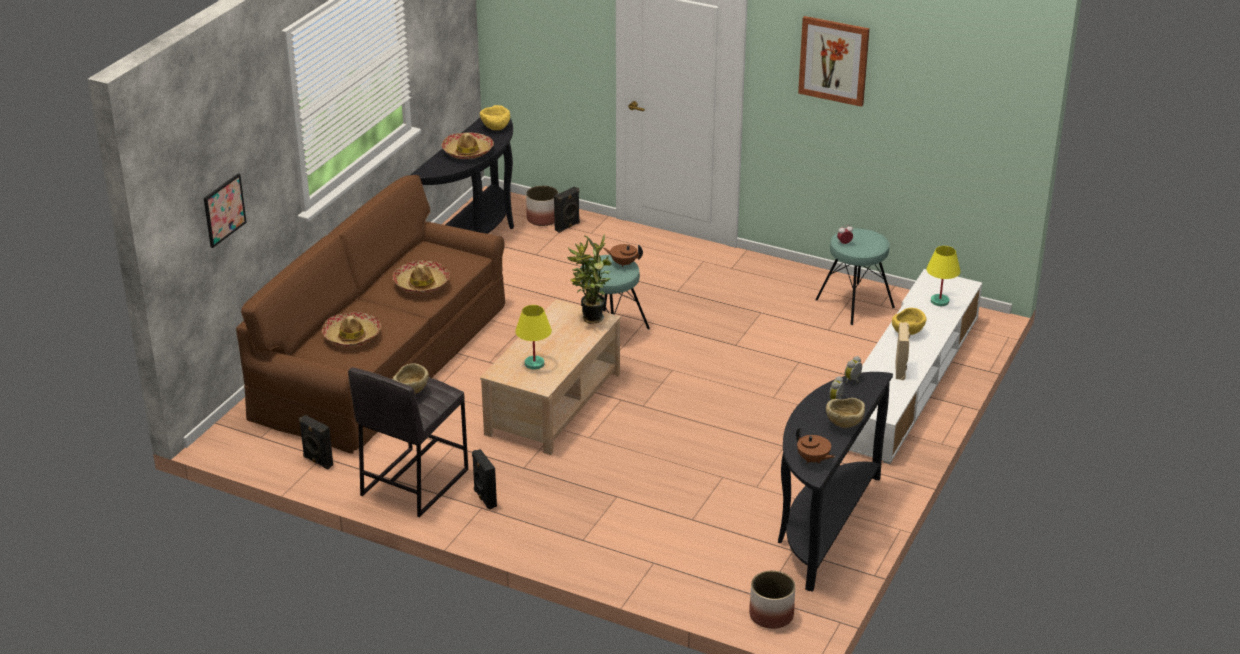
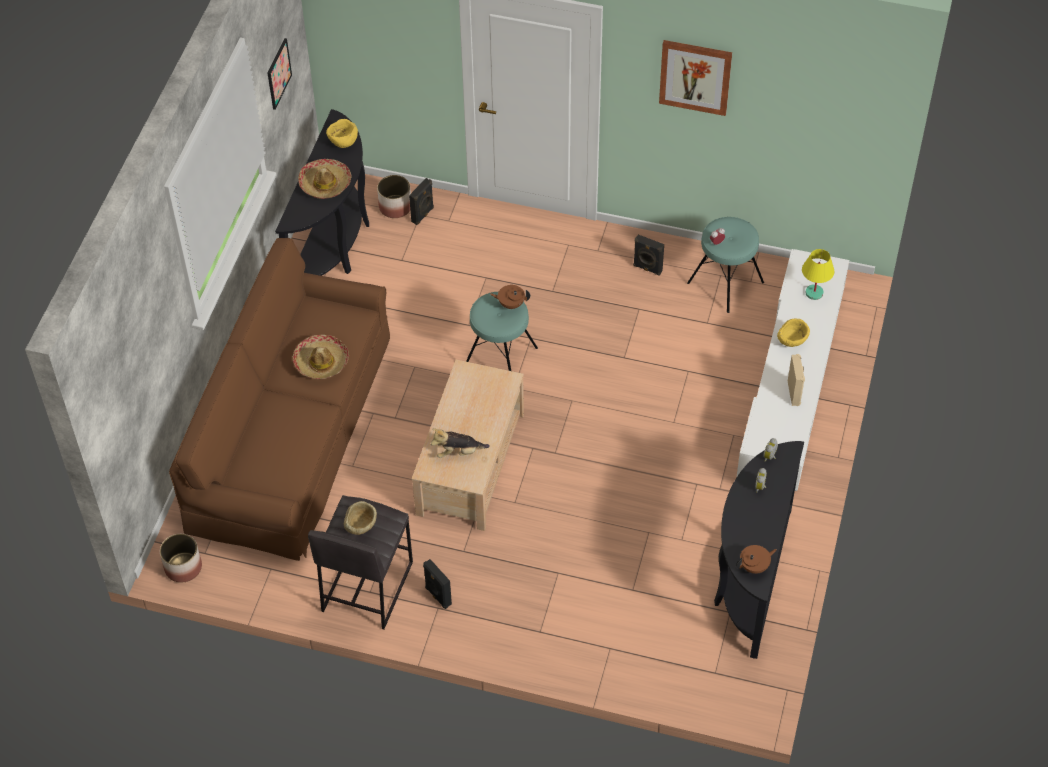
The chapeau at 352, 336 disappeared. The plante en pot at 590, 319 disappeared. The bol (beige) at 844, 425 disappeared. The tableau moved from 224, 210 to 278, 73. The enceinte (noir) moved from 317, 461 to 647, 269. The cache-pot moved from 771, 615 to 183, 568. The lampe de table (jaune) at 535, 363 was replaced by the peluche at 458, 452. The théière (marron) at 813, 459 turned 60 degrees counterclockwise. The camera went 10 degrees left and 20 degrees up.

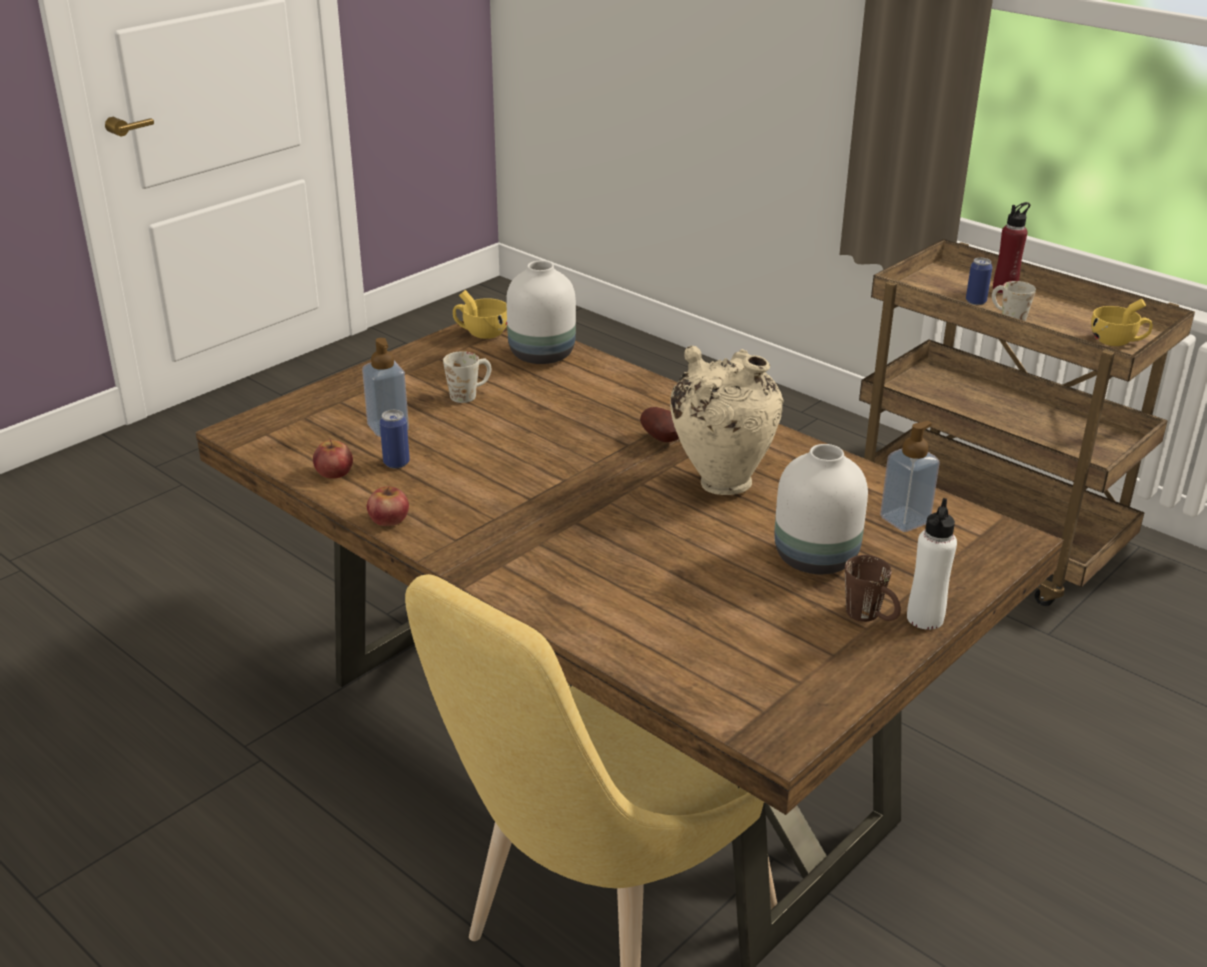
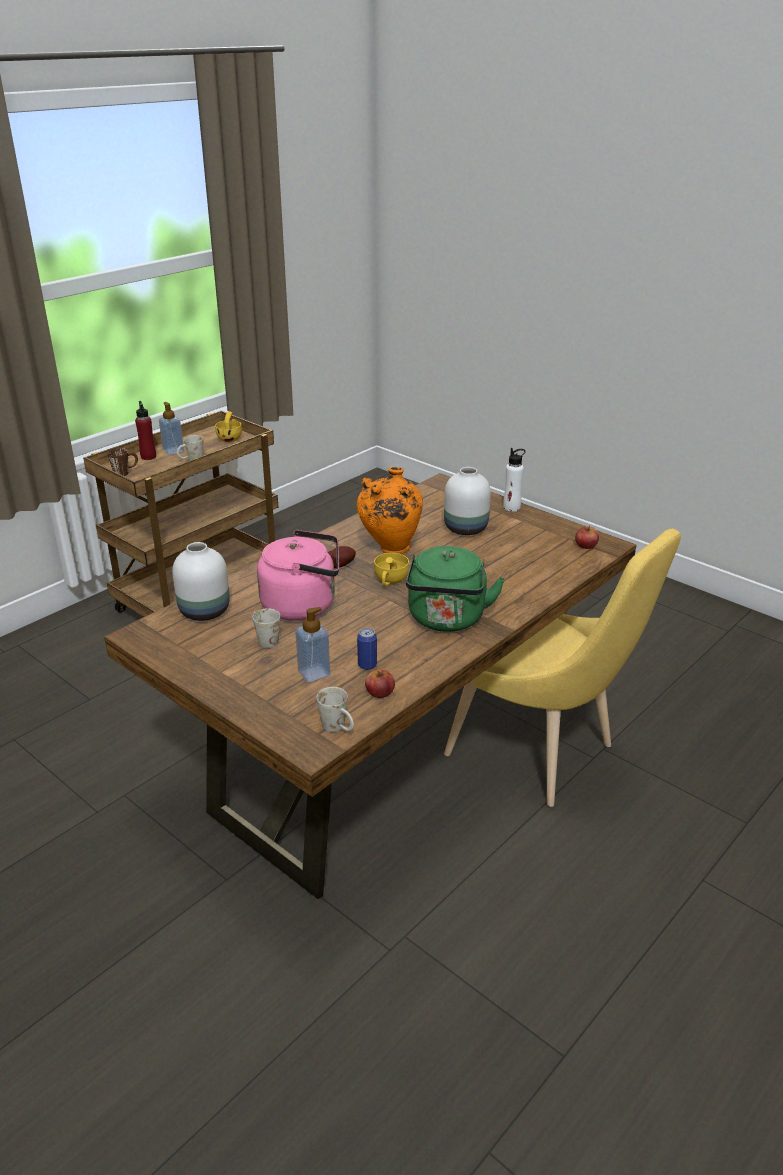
The boîte métallique at 975, 301 disappeared. The bouilloire (rose) at 303, 605 appeared. The mug (blanc) at 338, 728 appeared. The bouilloire (vert) at 447, 620 appeared. The pomme moved from 389, 519 to 586, 545. The tasse (jaune) moved from 481, 333 to 390, 581. The mug (marron) moved from 871, 617 to 125, 472. The distributeur de savon moved from 904, 520 to 173, 451. The vase (beige) at 721, 481 became the vase (orange) at 390, 550. The camera went 90 degrees left and 0 degrees up.

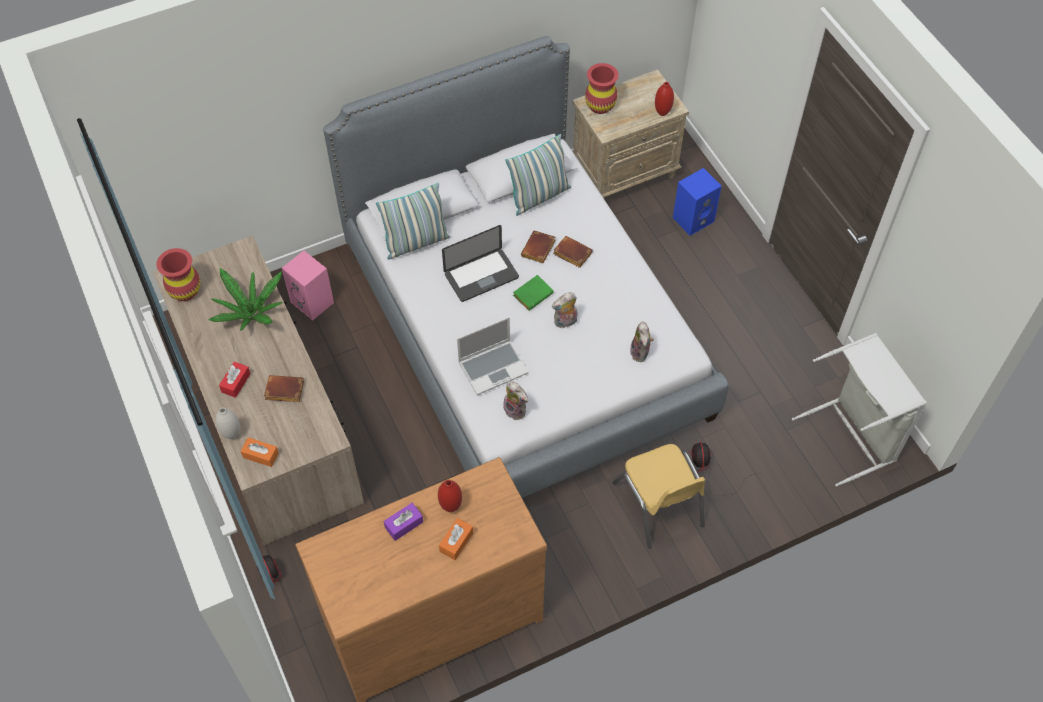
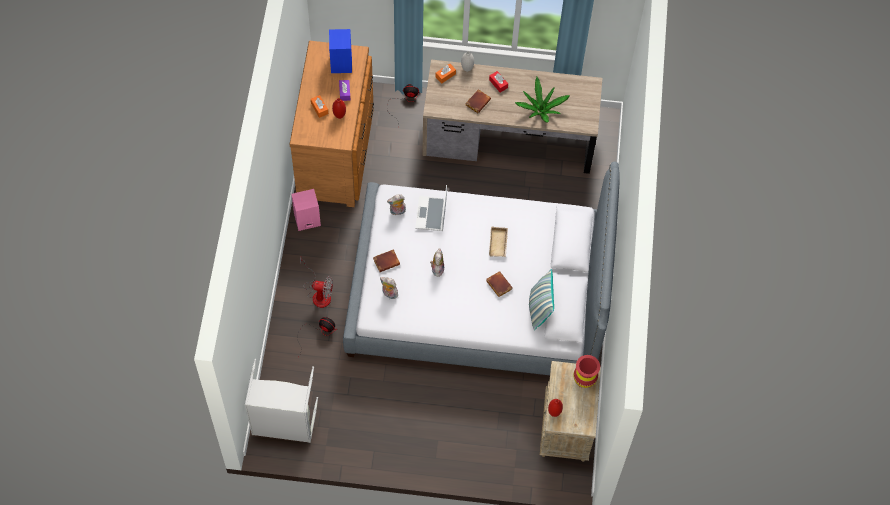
The vase (rouge) at 185, 291 disappeared. The coussin at 416, 242 disappeared. The livre (vert) at 533, 294 disappeared. The enceinte (rose) moved from 313, 302 to 306, 220. The livre (marron) moved from 571, 254 to 386, 261. The enceinte (bleu) moved from 693, 218 to 342, 63. The ordinateur portable at 481, 276 was replaced by the plateau (beige) at 499, 244. The chaise (jaune) at 658, 504 was replaced by the ventilateur at 318, 293. The camera went 120 degrees right and 5 degrees up.

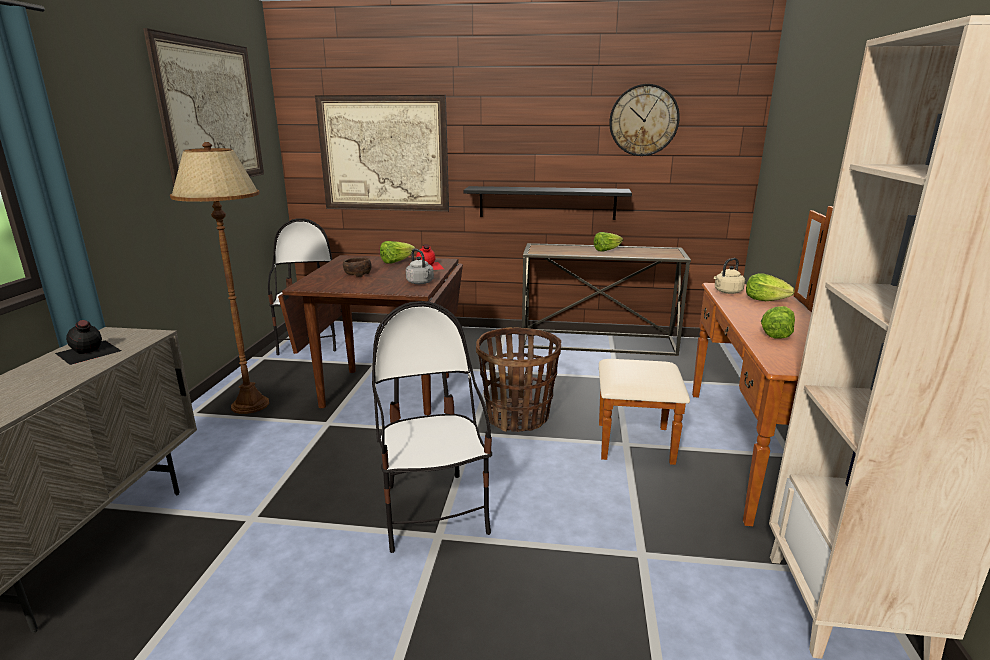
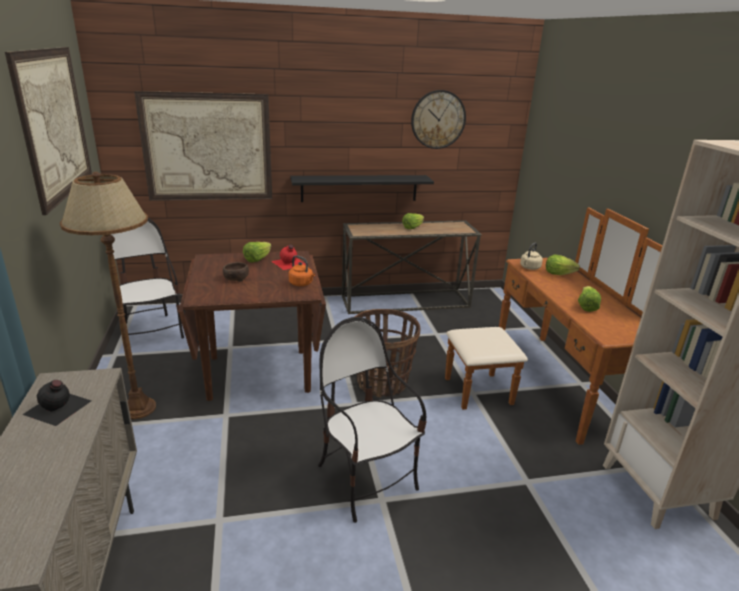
The bouilloire (gris) at 421, 283 became the bouilloire (orange) at 302, 284. The camera went 20 degrees left and 5 degrees up.

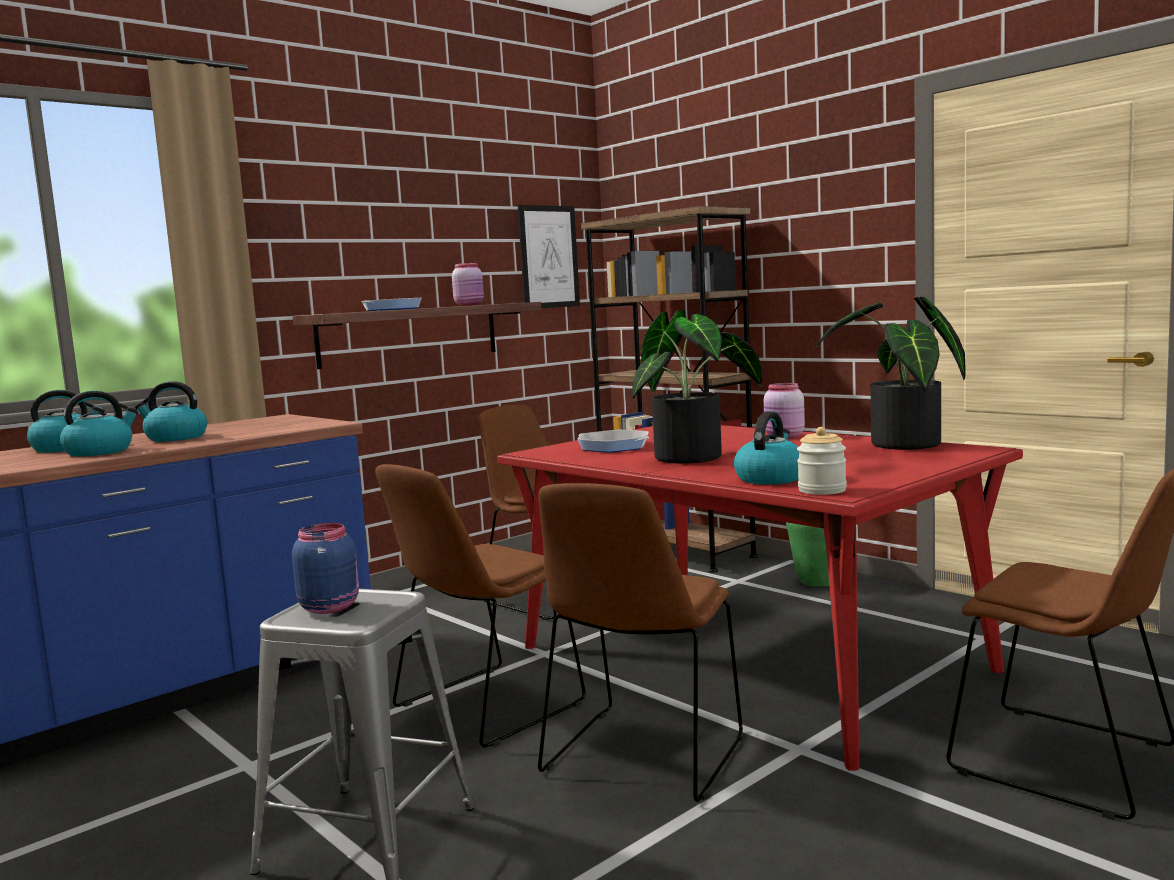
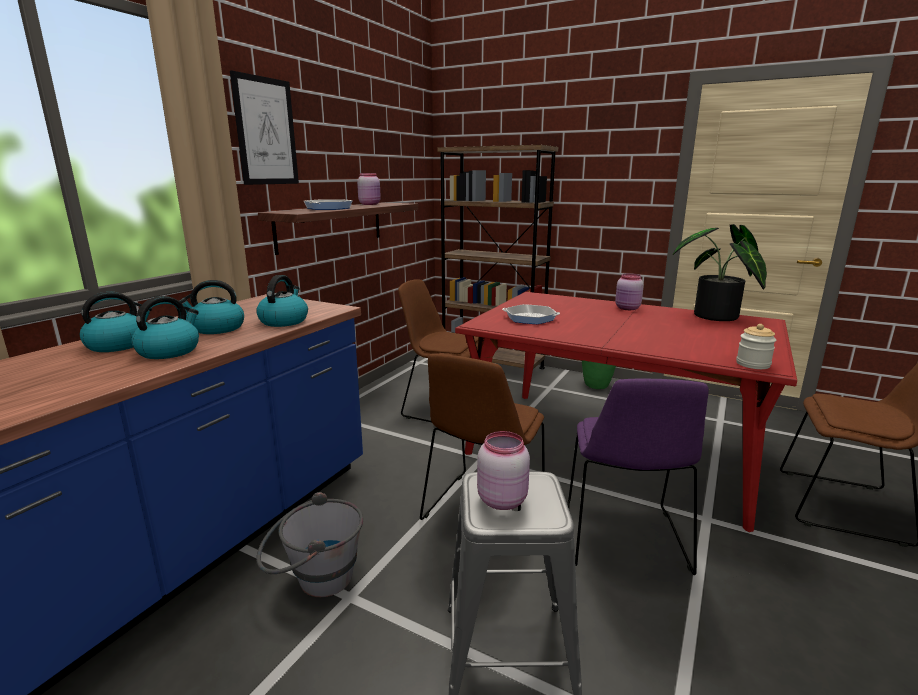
The plante en pot at 697, 458 disappeared. The seau (gris) at 314, 580 appeared. The tableau moved from 548, 257 to 266, 131. The bouilloire moved from 770, 478 to 284, 321. The bocal (bleu) at 330, 607 became the bocal (rose) at 502, 499. The chaise (marron) at 642, 757 became the chaise (violet) at 624, 541. The camera went 20 degrees left and 10 degrees up.

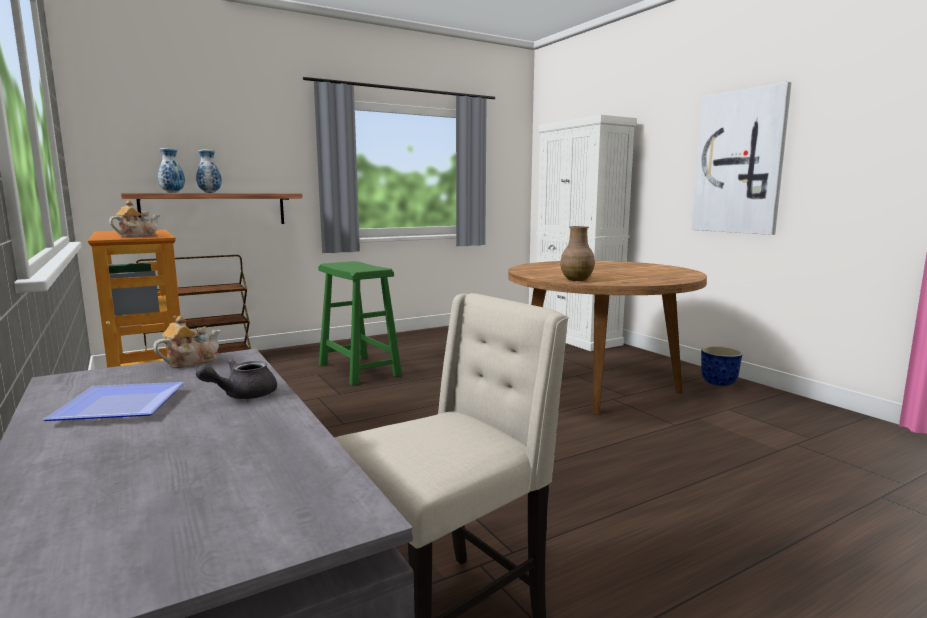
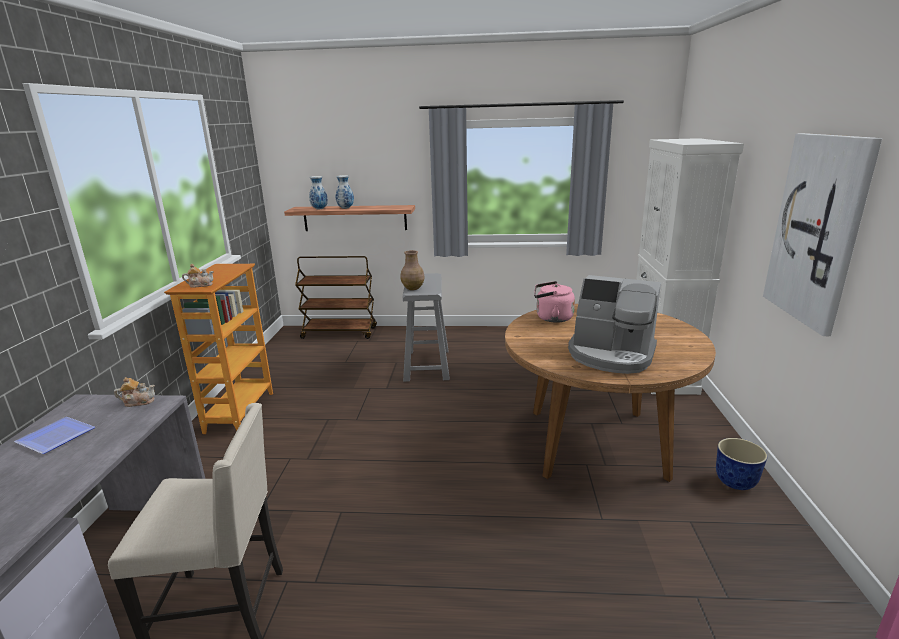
The théière (gris) at 242, 395 disappeared. The bouilloire (rose) at 551, 318 appeared. The machine à café at 611, 355 appeared. The vase (marron) moved from 576, 279 to 413, 288. The tabouret (vert) at 359, 370 became the tabouret (gris) at 427, 365. The camera went 35 degrees right and 10 degrees up.

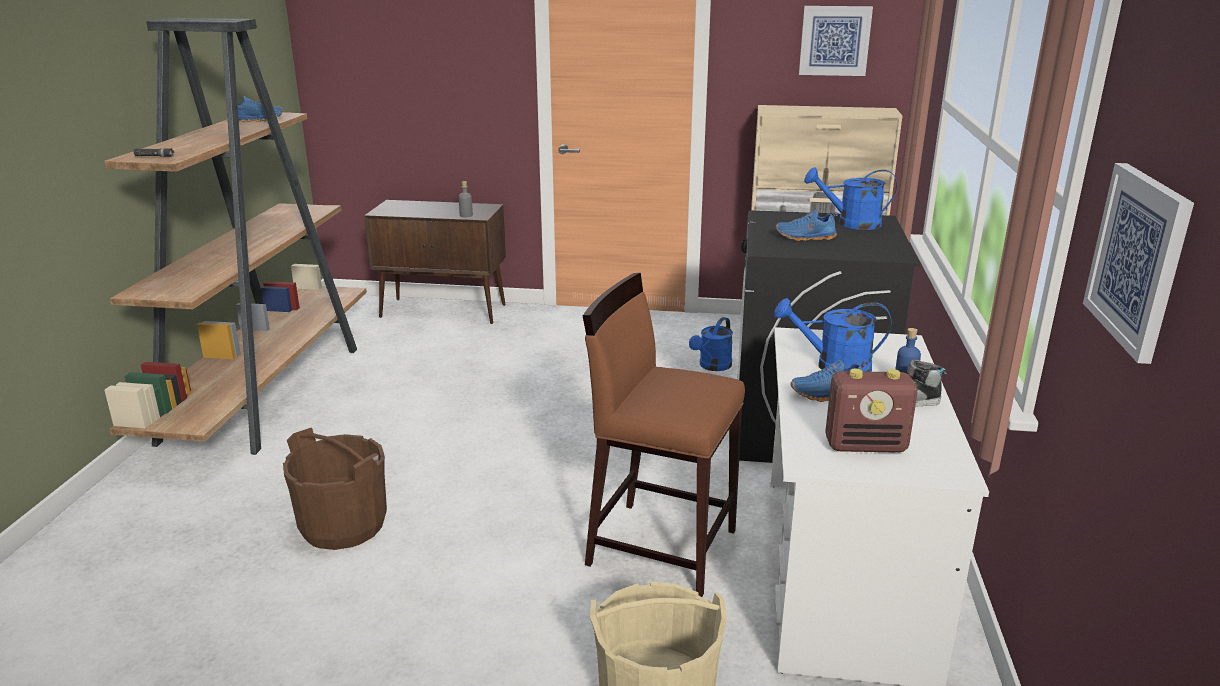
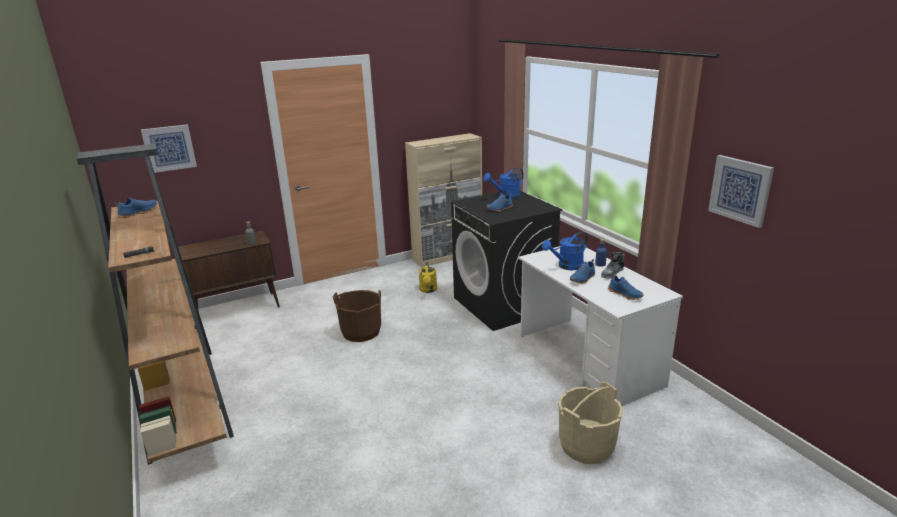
The tabouret (marron) at 661, 546 disappeared. The seau (marron) moved from 344, 525 to 361, 332. The tableau moved from 834, 40 to 169, 148. The radio at 866, 446 was replaced by the chaussure (bleu) at 625, 294. The arrosoir (bleu) at 712, 366 became the arrosoir (jaune) at 428, 290. The camera went 35 degrees left and 0 degrees up.

